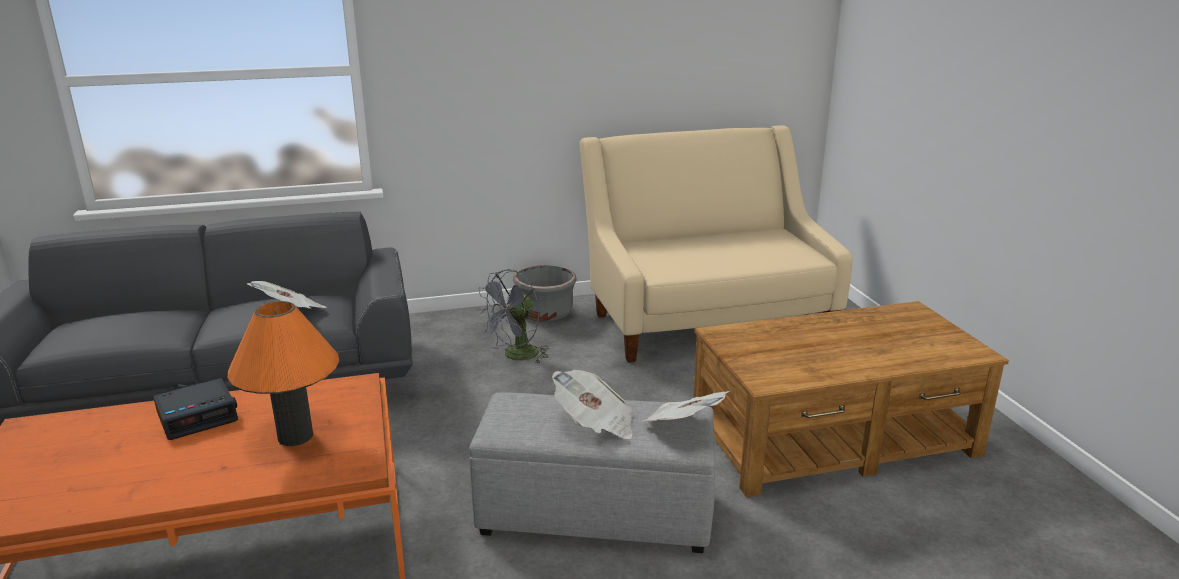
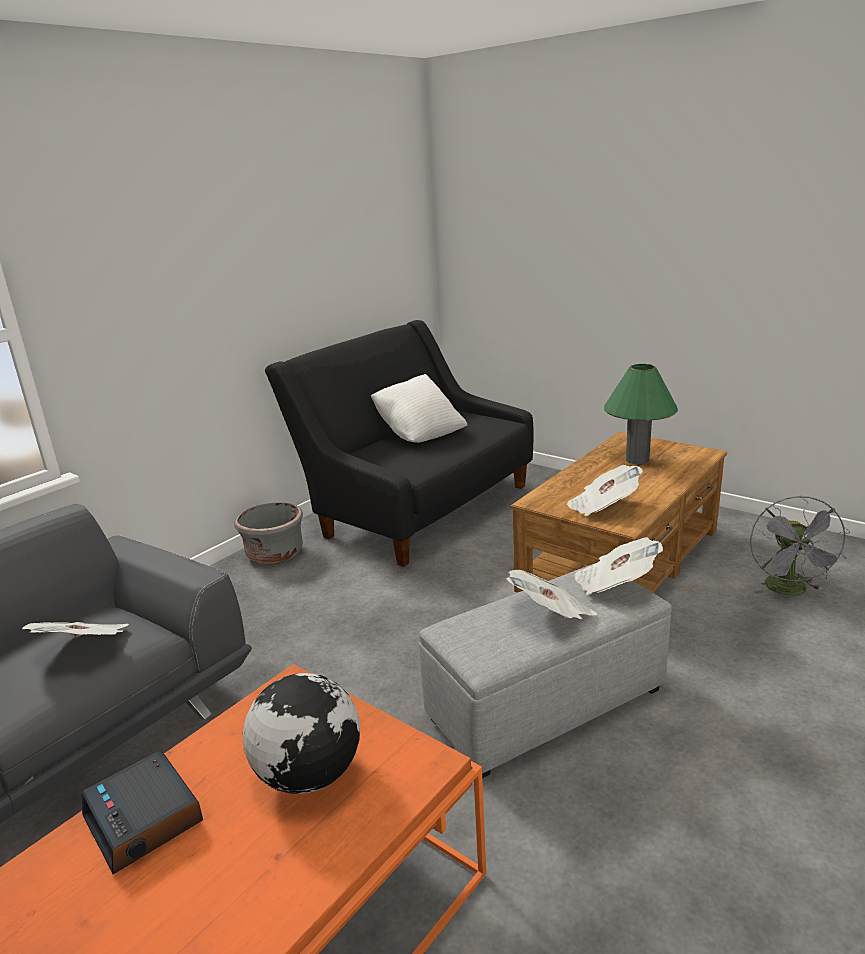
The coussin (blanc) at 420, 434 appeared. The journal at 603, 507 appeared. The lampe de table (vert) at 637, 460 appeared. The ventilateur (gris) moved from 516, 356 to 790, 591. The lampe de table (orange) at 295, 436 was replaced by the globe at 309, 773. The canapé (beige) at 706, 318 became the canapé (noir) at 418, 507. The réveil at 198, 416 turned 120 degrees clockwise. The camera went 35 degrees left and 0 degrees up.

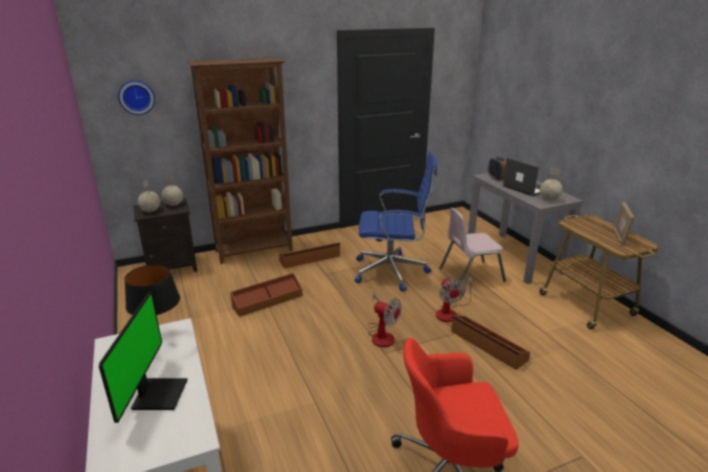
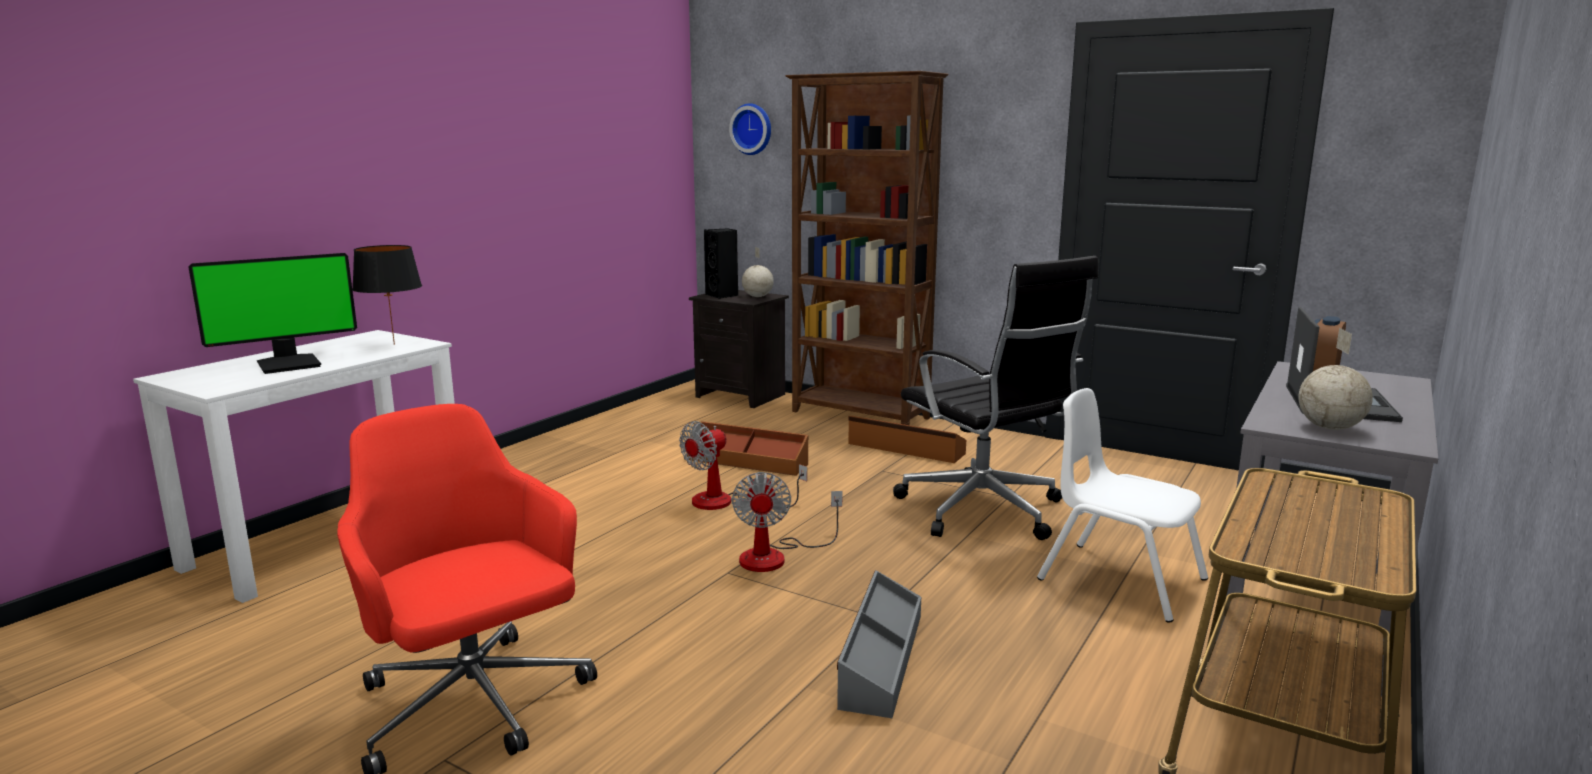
The cadre photo at 619, 237 disappeared. The ventilateur moved from 450, 312 to 727, 502. The globe at 151, 211 was replaced by the enceinte (noir) at 722, 295. The chaise de bureau (bleu) at 392, 272 became the chaise de bureau (noir) at 984, 511. The chaise (rose) at 470, 274 became the chaise (blanc) at 1120, 579. The boîte de rangement (marron) at 487, 345 became the boîte de rangement (gris) at 879, 658. The camera went 55 degrees right and 10 degrees down.

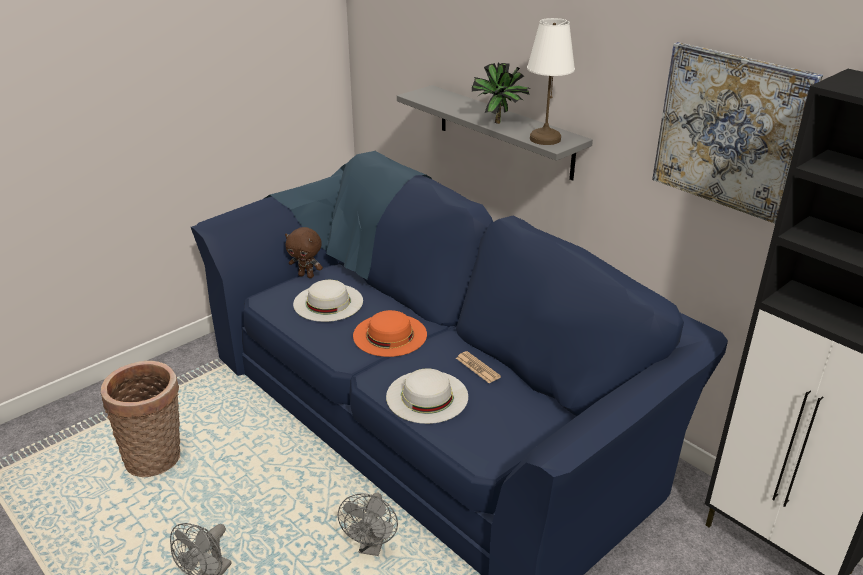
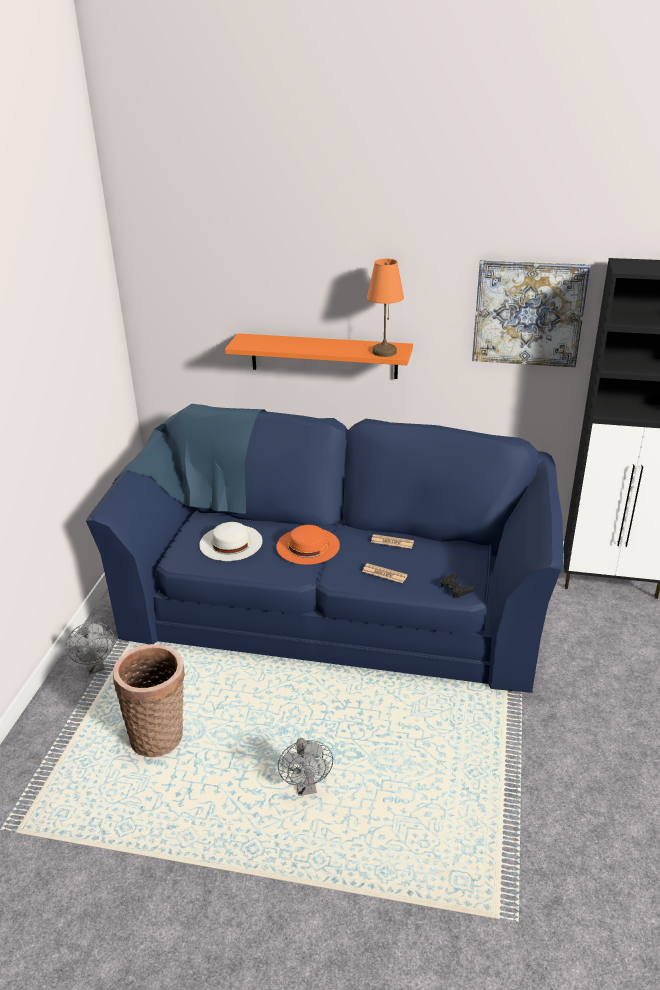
The peluche (marron) at 307, 275 disappeared. The plante en pot at 500, 124 disappeared. The manette (noir) at 455, 588 appeared. The ventilateur (gris) moved from 372, 547 to 96, 667. The chapeau (blanc) at 427, 396 was replaced by the journal at 384, 574. The étagère (gris) at 504, 131 became the étagère (orange) at 323, 356. The lampe de table (blanc) at 544, 139 became the lampe de table (orange) at 383, 352. The camera went 35 degrees left and 0 degrees up.

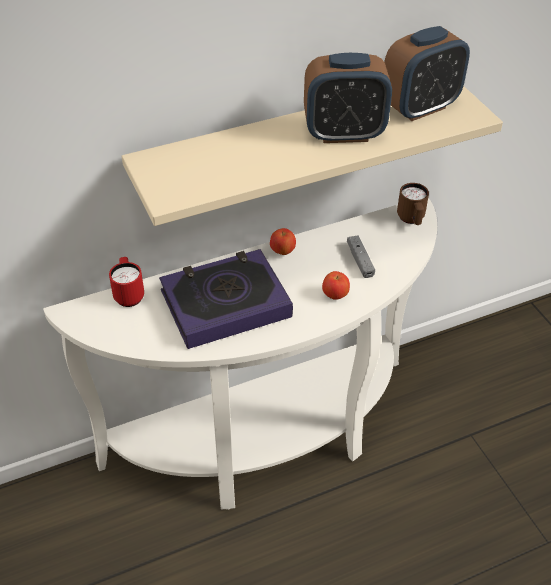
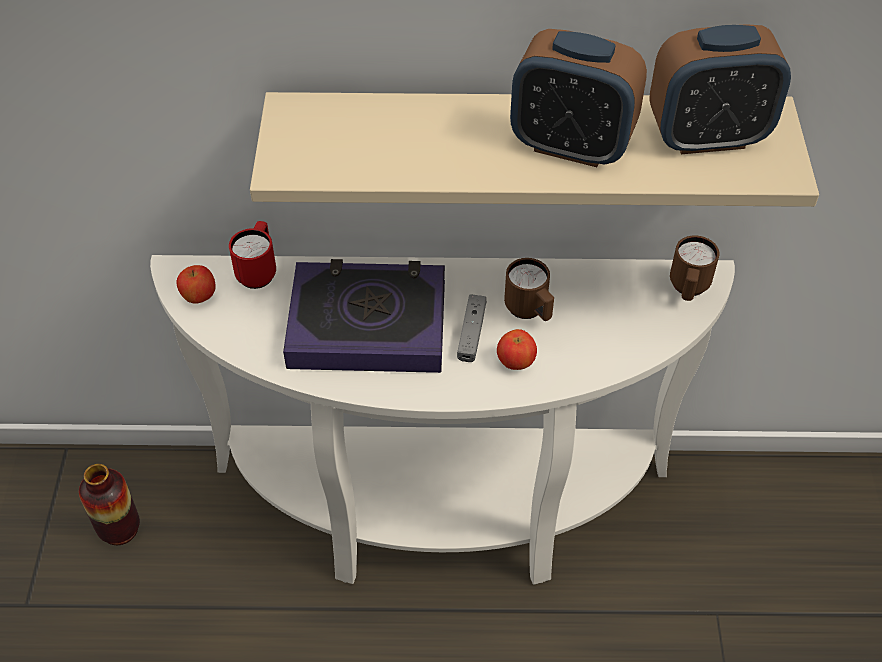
The vase at 120, 529 appeared. The mug (marron) at 529, 311 appeared. The pomme moved from 282, 251 to 199, 297. The manette (gris) moved from 360, 260 to 471, 333. The camera went 25 degrees right and 5 degrees up.

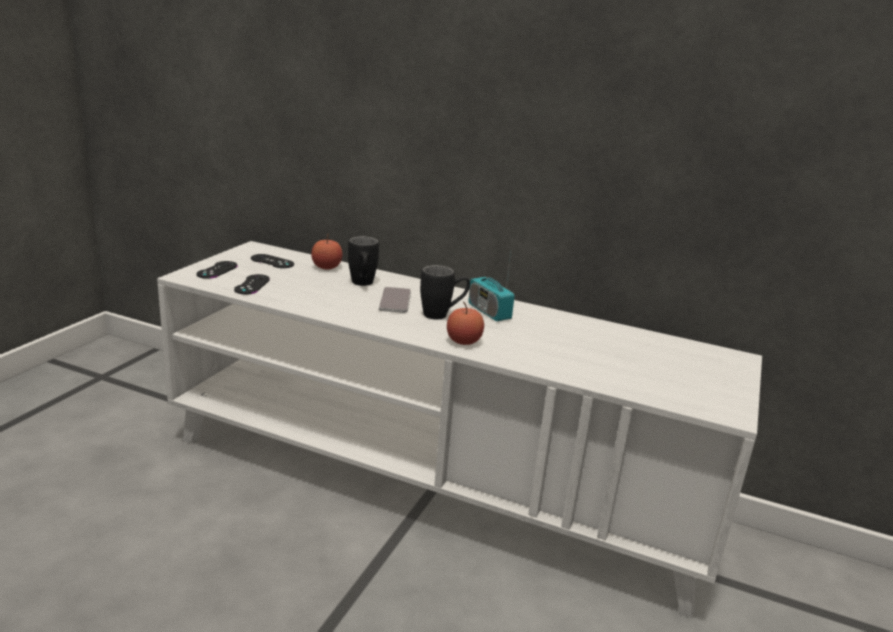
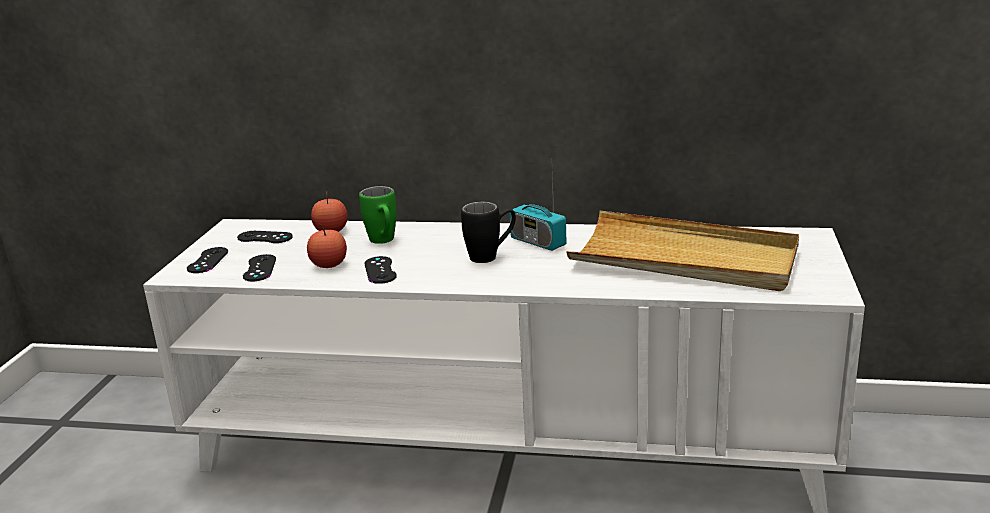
The téléphone at 395, 301 disappeared. The manette (noir) at 380, 270 appeared. The plateau (beige) at 684, 259 appeared. The pomme moved from 464, 341 to 329, 265. The mug (noir) at 362, 284 became the mug (vert) at 384, 242. The camera went 10 degrees left and 0 degrees up.

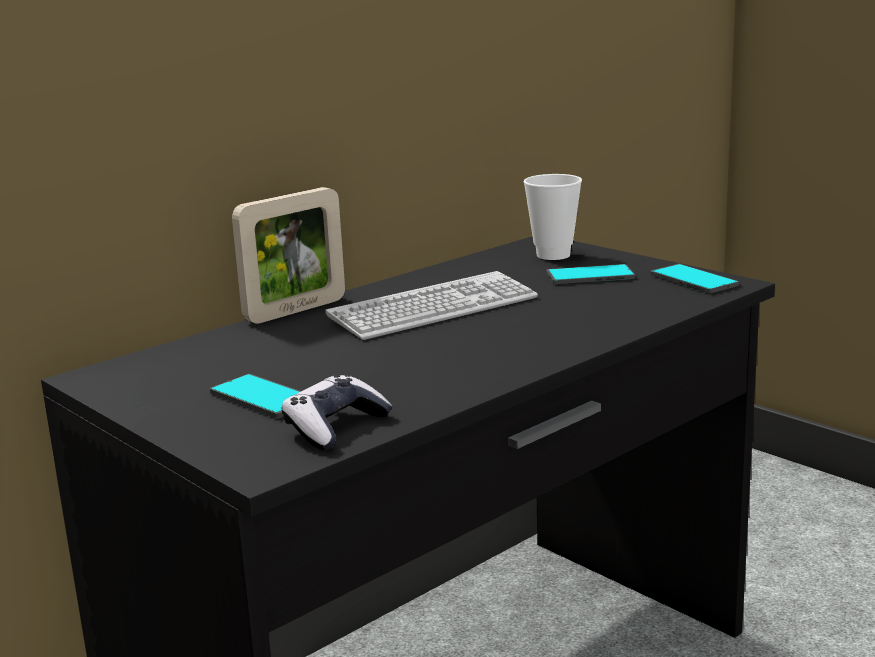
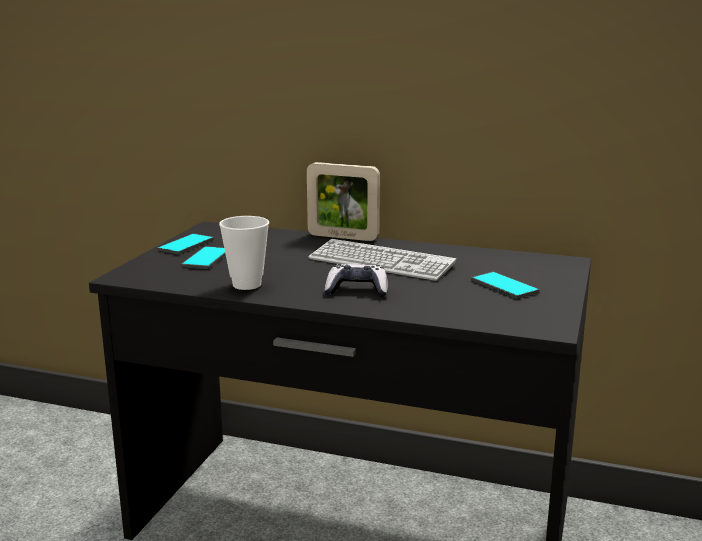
The manette moved from 335, 427 to 357, 290. The tasse moved from 553, 255 to 247, 285. The téléphone moved from 693, 280 to 186, 245. The camera went 60 degrees right and 0 degrees up.

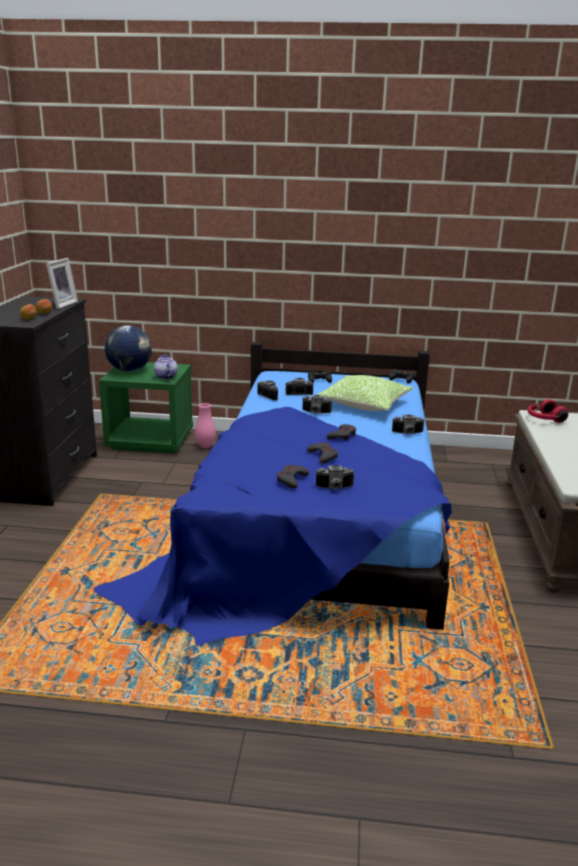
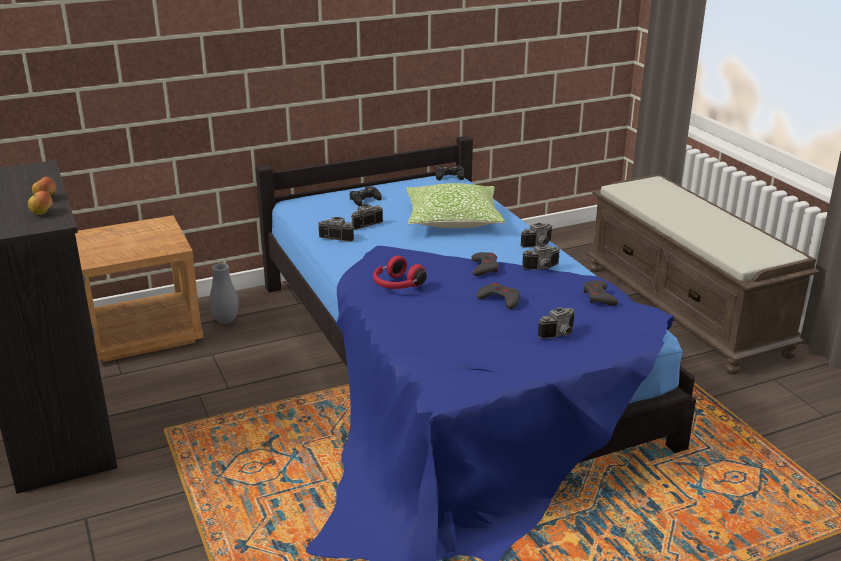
The cadre photo at 61, 304 disappeared. The globe at 129, 370 disappeared. The théière at 165, 377 disappeared. The manette (gris) moved from 291, 479 to 599, 297. The appareil photo moved from 316, 413 to 542, 268. The casque audio (rouge) moved from 544, 419 to 397, 285. The table de chevet (vert) at 151, 440 became the table de chevet (marron) at 143, 333. The vase (rose) at 205, 446 became the vase (gris) at 226, 321. The camera went 30 degrees left and 5 degrees up.

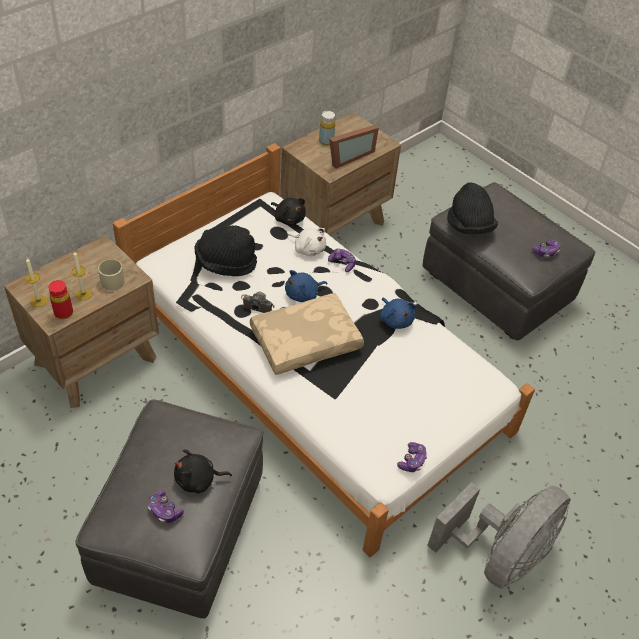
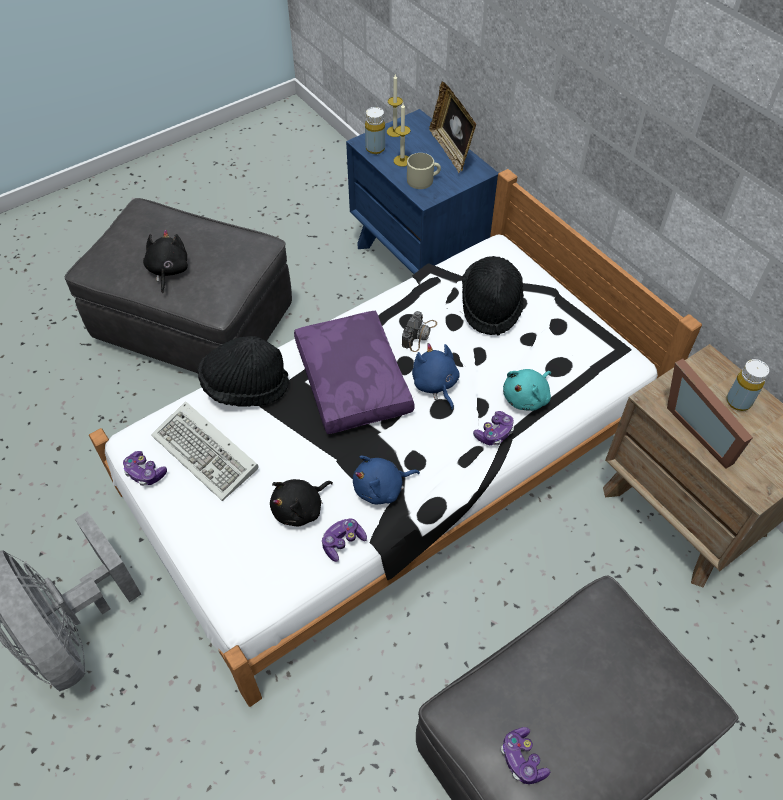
The clavier at 208, 454 appeared. The cadre photo at 451, 150 appeared. The manette moved from 164, 511 to 342, 542. The peluche (noir) moved from 288, 218 to 300, 509. The chapeau (noir) moved from 469, 226 to 245, 387. The table de chevet (marron) at 96, 360 became the table de chevet (bleu) at 418, 258. The bouteille (rouge) at 63, 313 became the bouteille (jaune) at 375, 148. The coussin (beige) at 305, 340 became the coussin (violet) at 355, 381. The peluche (blanc) at 308, 248 became the peluche (turquoise) at 527, 397. The camera went 100 degrees right and 5 degrees up.

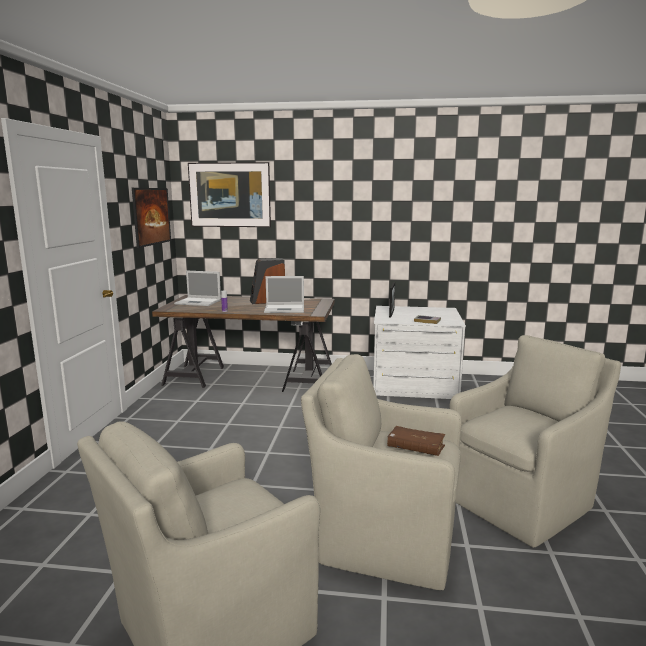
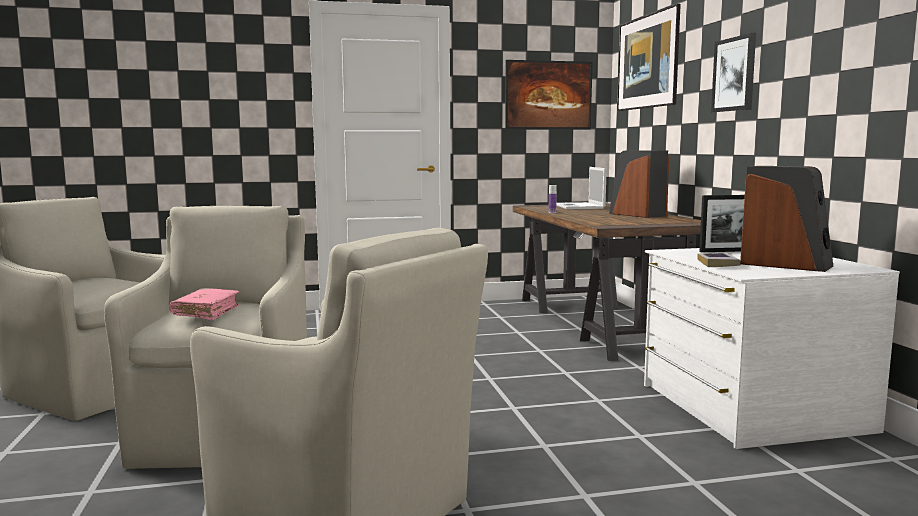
The ordinateur portable at 285, 309 disappeared. The tableau at 734, 74 appeared. The enceinte at 785, 264 appeared. The livre (marron) at 415, 448 became the livre (rose) at 206, 312. The camera went 70 degrees right and 5 degrees down.

